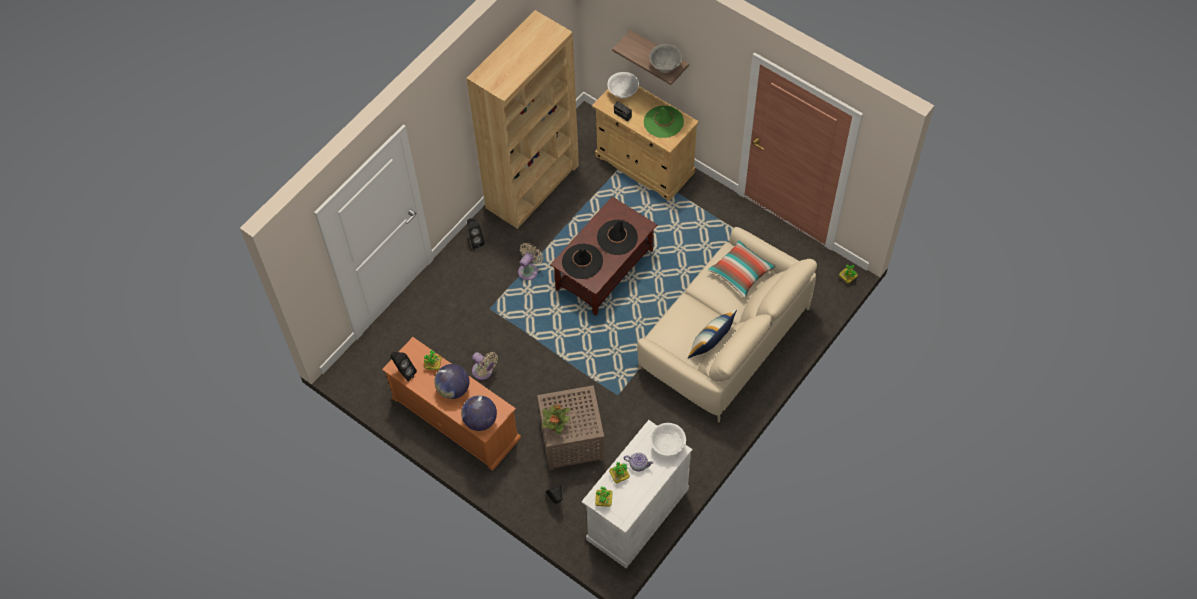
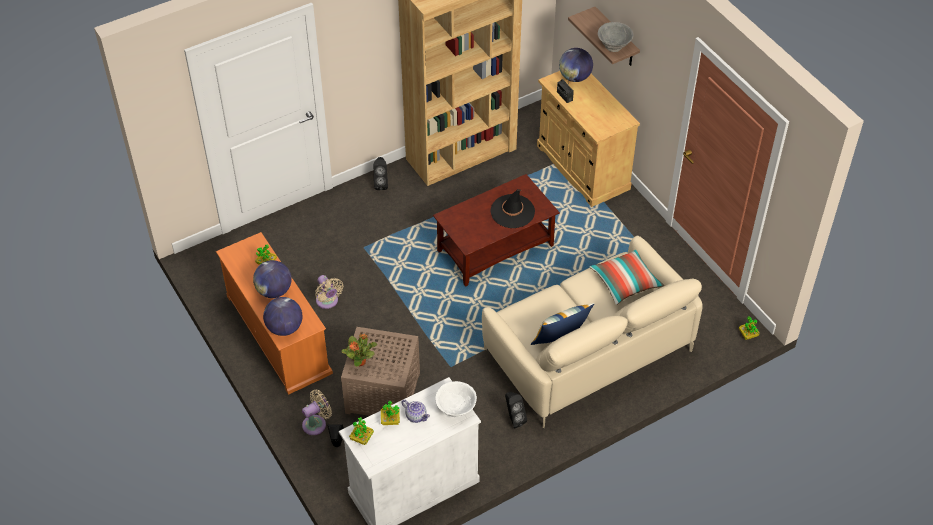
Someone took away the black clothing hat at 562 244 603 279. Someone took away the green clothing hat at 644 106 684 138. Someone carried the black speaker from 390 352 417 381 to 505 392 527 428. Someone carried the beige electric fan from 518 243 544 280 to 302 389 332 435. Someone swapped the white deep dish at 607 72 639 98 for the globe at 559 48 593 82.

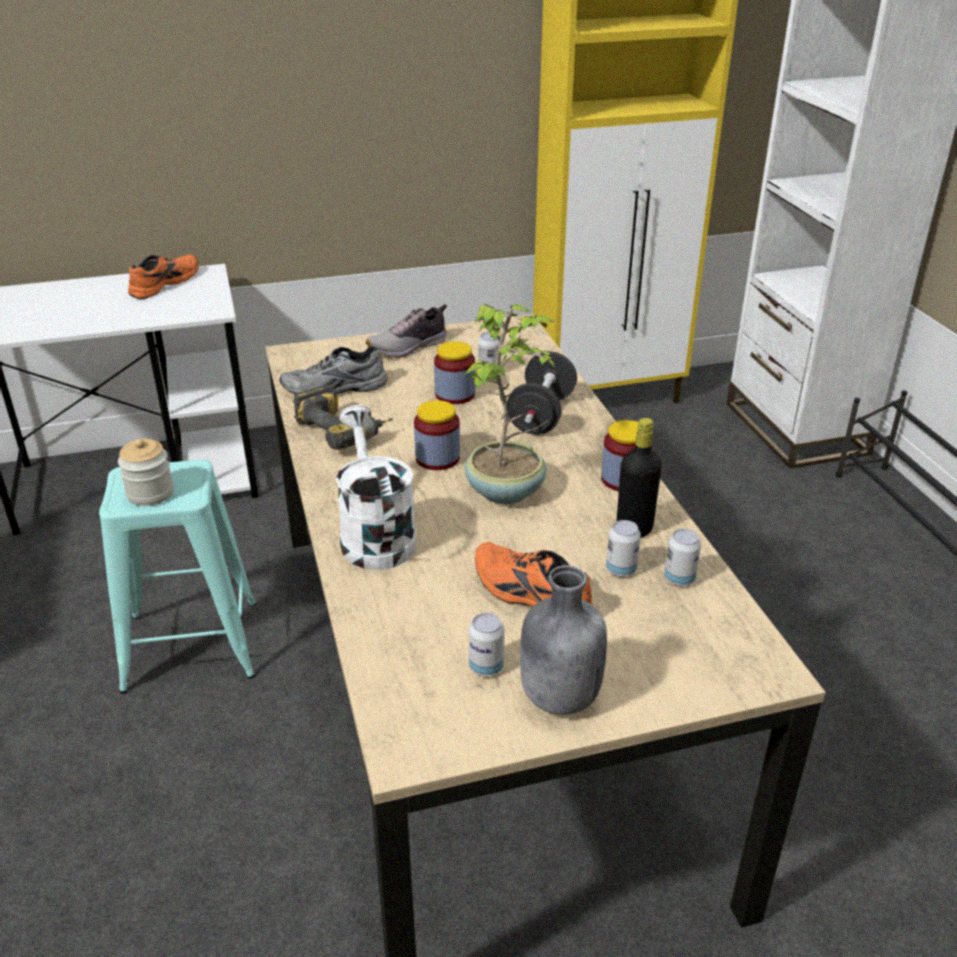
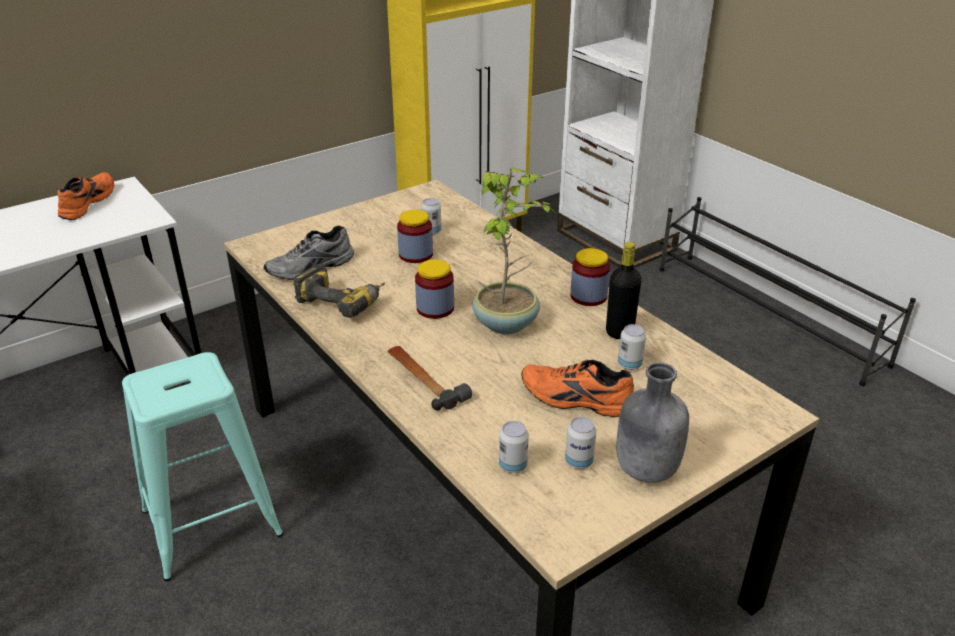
Someone took away the jar at 118 439 174 506. Someone took away the item of footwear at 366 304 447 358. Someone took away the black dumbbell at 507 351 577 435. Someone carried the metal can from 664 529 701 586 to 499 421 529 473. Someone swapped the white sprinkling can at 336 405 417 570 for the hammer at 388 346 472 411.

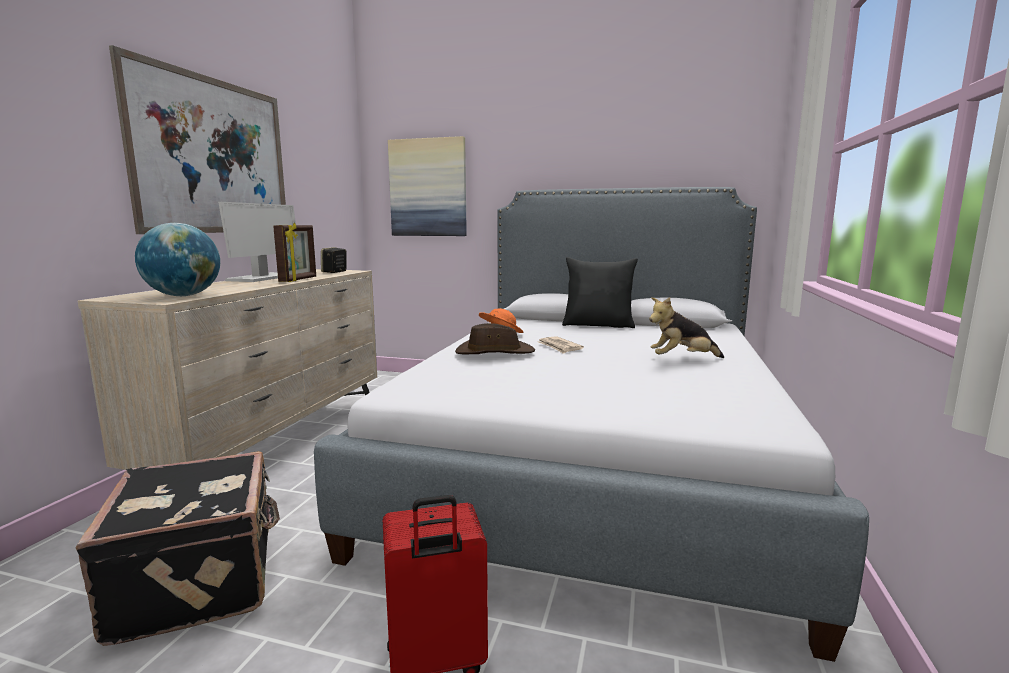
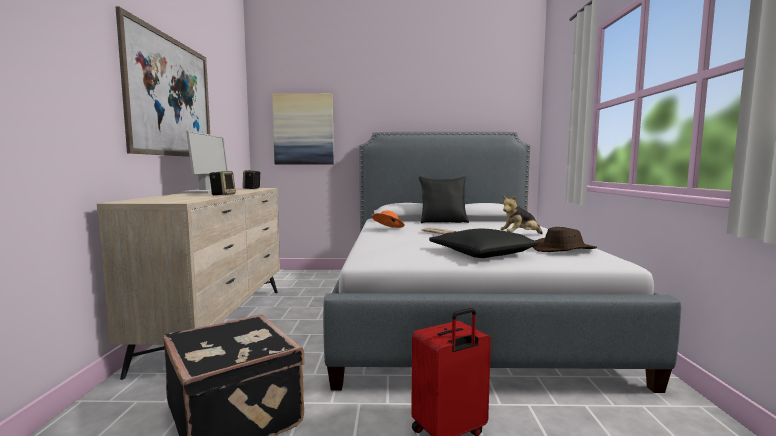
Someone took away the globe at 135 223 220 296. Someone took away the photo frame at 273 223 316 282. Someone put down the speaker at 209 171 236 195. Someone put down the black throw pillow at 429 229 538 258. Someone carried the brownish clothing hat from 455 323 535 354 to 533 227 597 252.

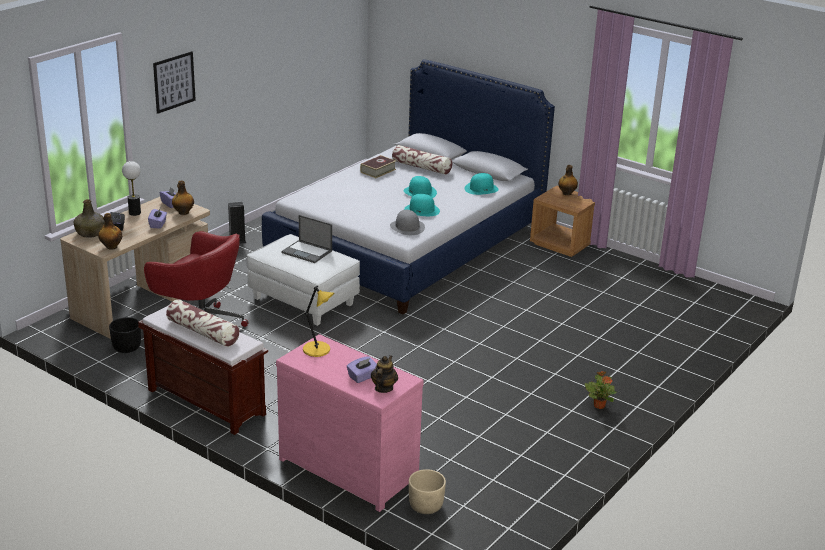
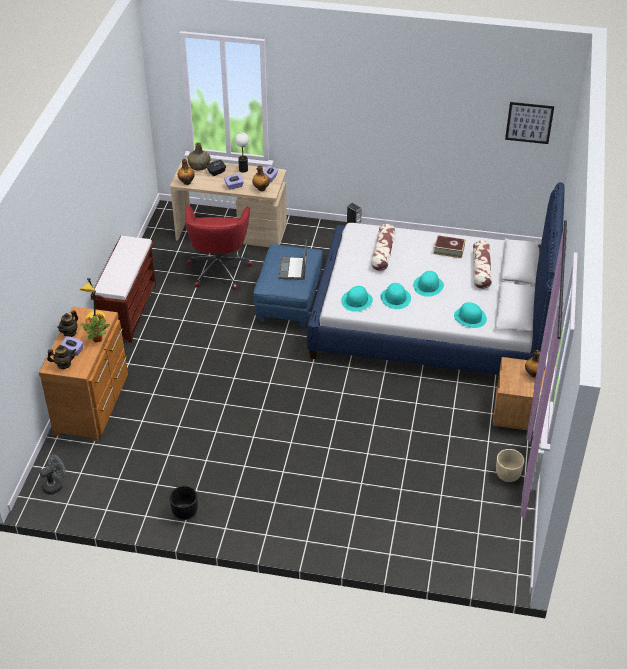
Someone put down the gray electric fan at 40 454 65 495. Someone put down the teapot at 57 310 78 337. Someone carried the black flower pot from 109 317 141 353 to 169 486 198 520. Someone carried the wall picture from 153 51 196 114 to 505 102 554 144. Someone carried the throw pillow from 166 299 239 347 to 371 224 396 271. Someone carried the beige flower pot from 409 469 446 514 to 496 449 524 482. Someone carried the plant in a pot from 585 371 617 409 to 80 314 110 342. Someone repainted the white pouffe at 247 234 360 326, which became the blue-coloured pouffe at 253 244 323 327. Someone repainted the pinkish drawer chest at 276 334 424 512, which became the brownish drawer chest at 39 307 128 441. Someone repainted the gray clothing hat at 390 210 425 235, which became the turquoise clothing hat at 341 286 373 312.

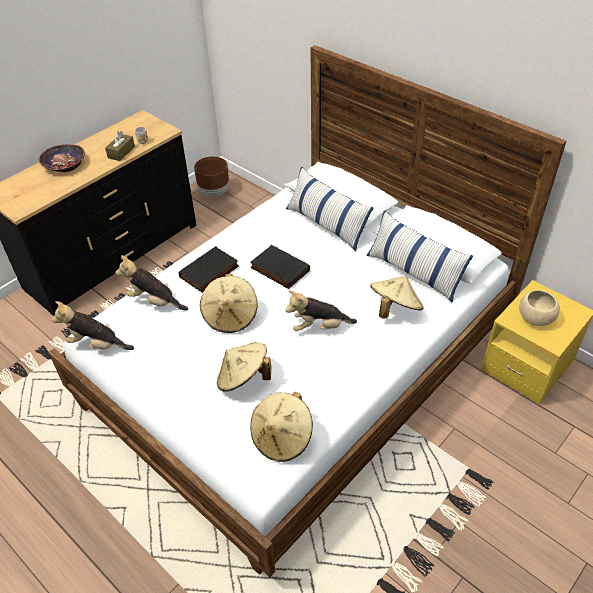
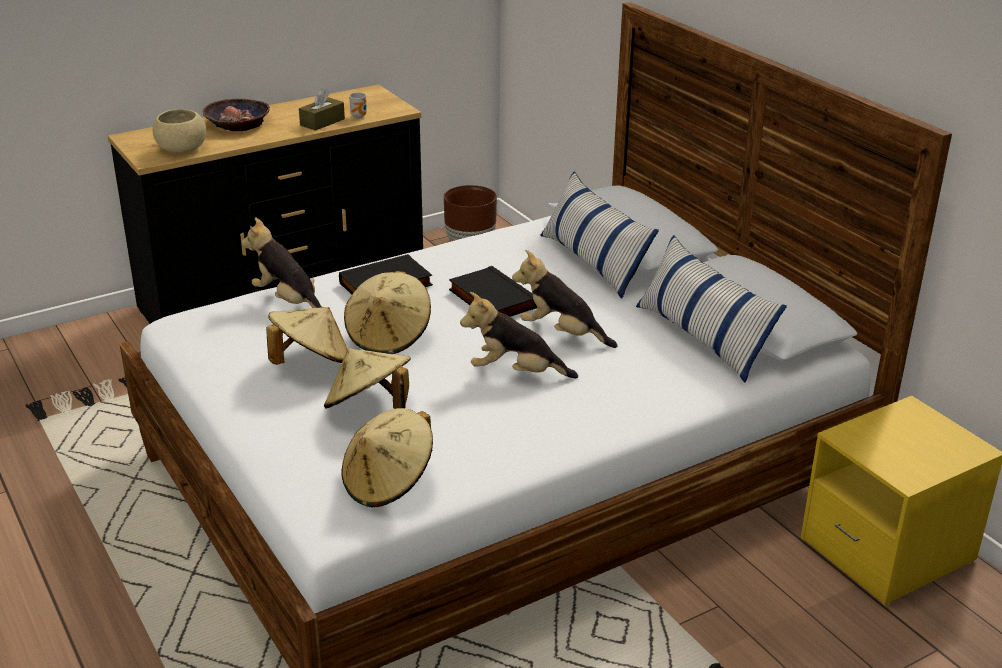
Someone carried the soft toy from 51 301 134 350 to 512 250 618 348. Someone carried the beige clothing hat from 370 276 424 319 to 266 307 348 365. Someone carried the beige deep dish from 519 290 560 326 to 153 109 206 153.

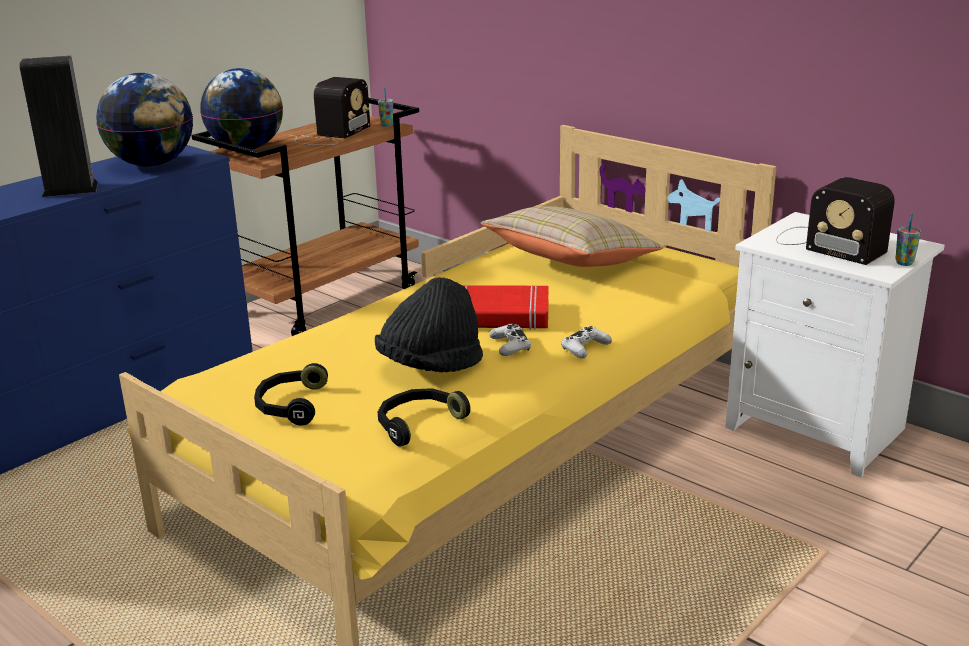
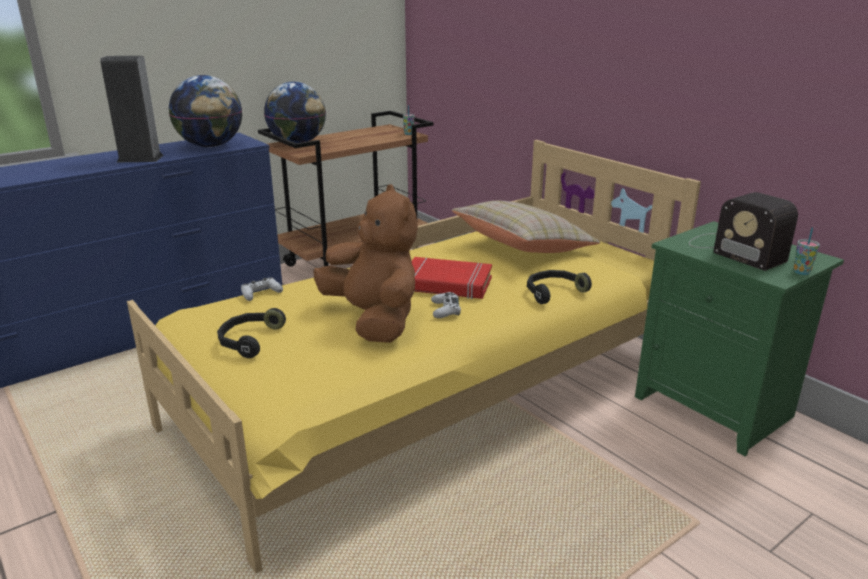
Someone took away the radio set at 290 77 370 145. Someone carried the black headphones from 378 388 471 447 to 527 270 592 304. Someone carried the white gamepad from 561 326 612 358 to 241 277 283 301. Someone swapped the black clothing hat at 375 277 483 372 for the brownish soft toy at 313 184 418 343. Someone repainted the white bedside table at 725 212 945 477, which became the green bedside table at 635 221 844 456.

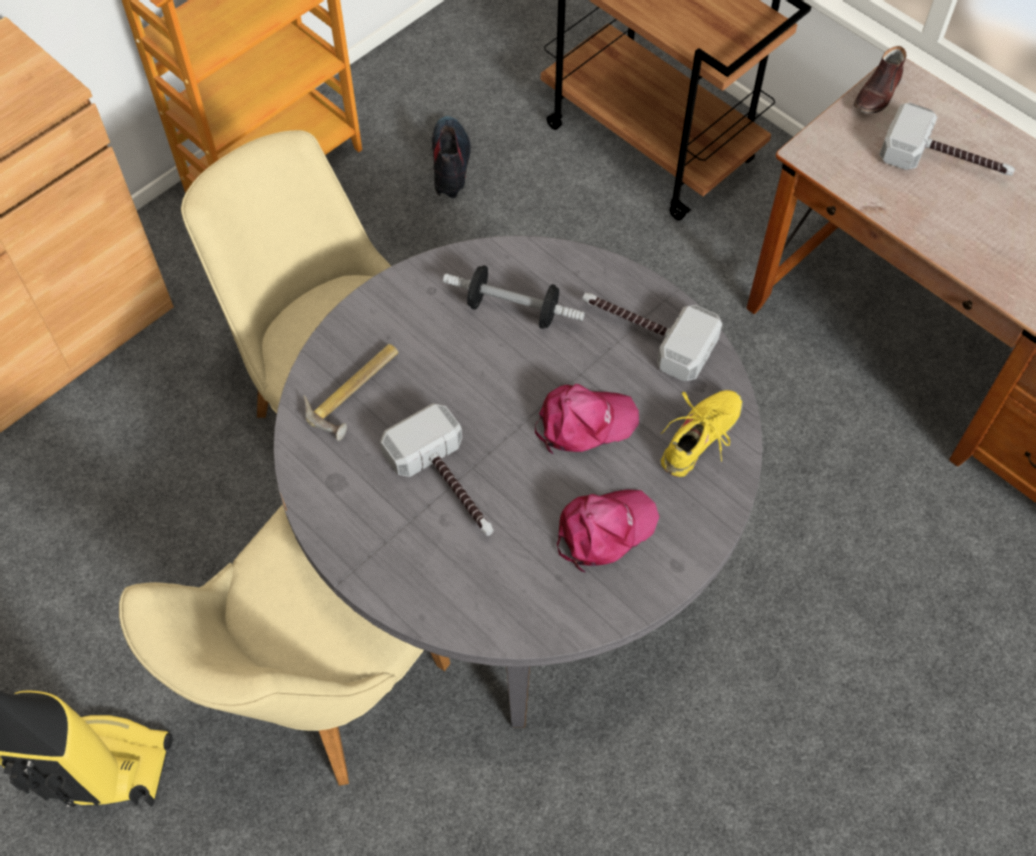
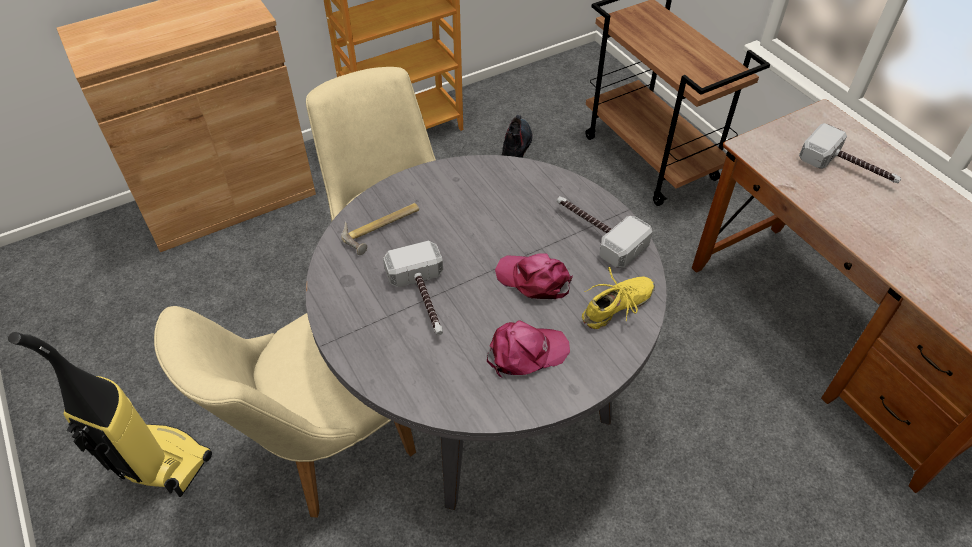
Someone took away the dumbbell at 443 265 585 329. Someone took away the brownish item of footwear at 854 46 906 113. Someone rotated the pinkish baseball cap at 535 384 639 455 by 150 degrees counterclockwise.

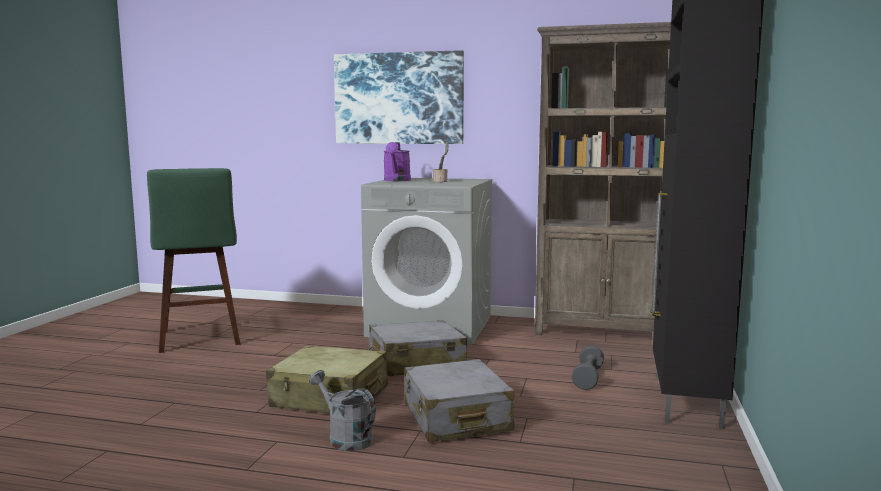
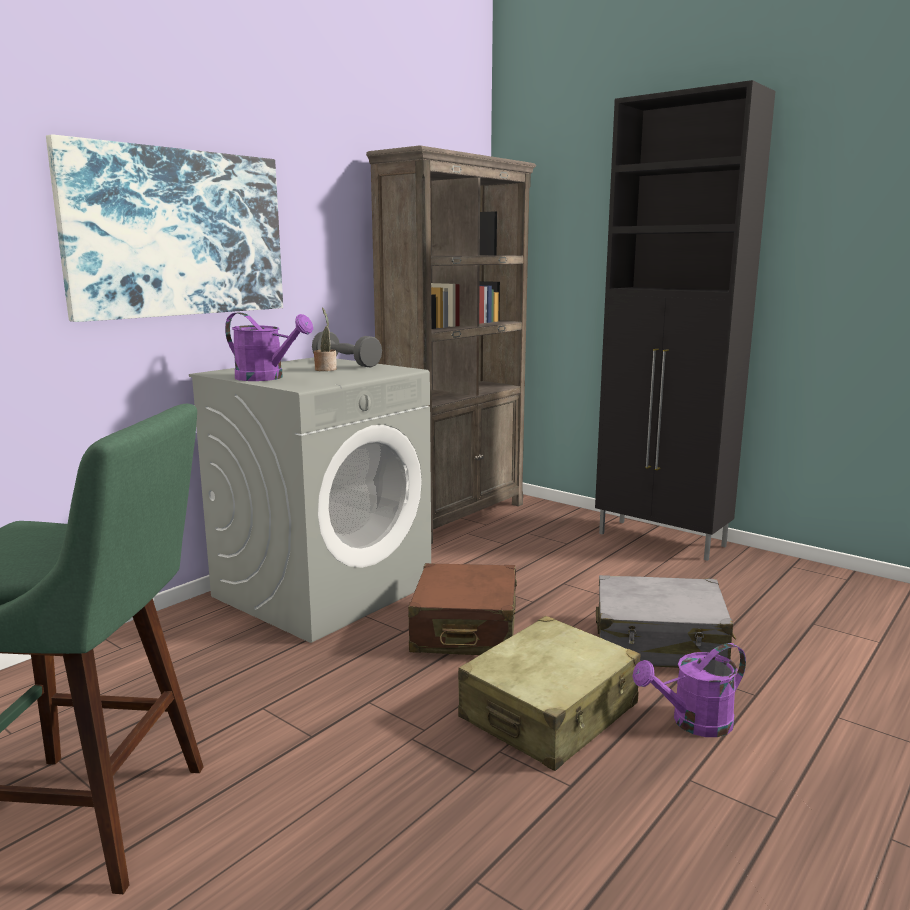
Someone carried the gray dumbbell from 572 345 604 390 to 312 331 382 368. Someone repainted the gray sprinkling can at 309 370 376 451, which became the purple-coloured sprinkling can at 632 643 746 737. Someone repainted the gray travel case at 369 320 467 376, which became the brownish travel case at 408 563 517 655.

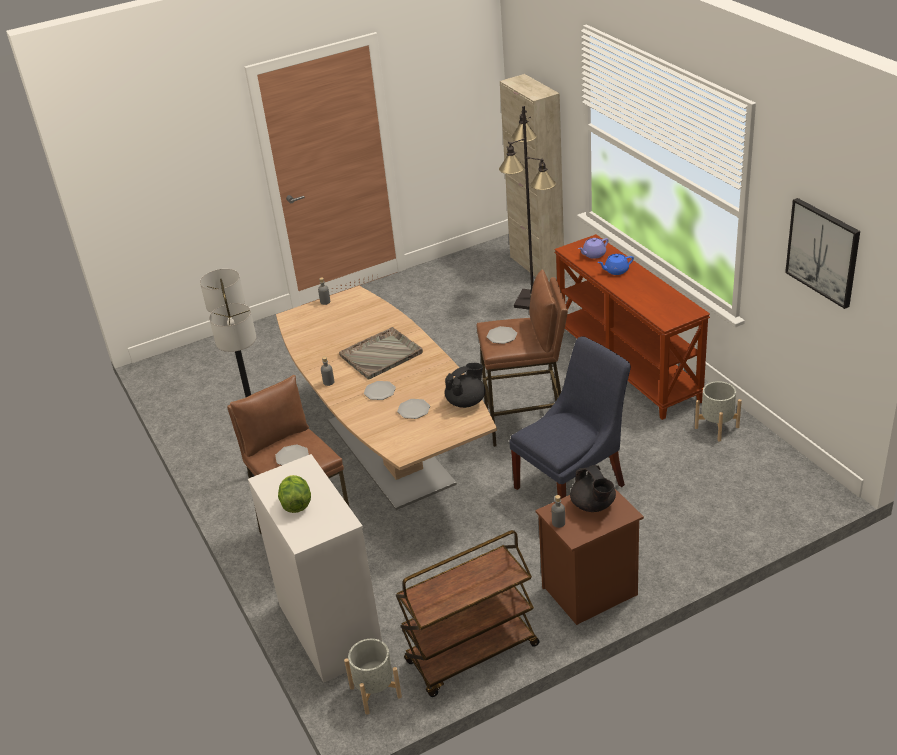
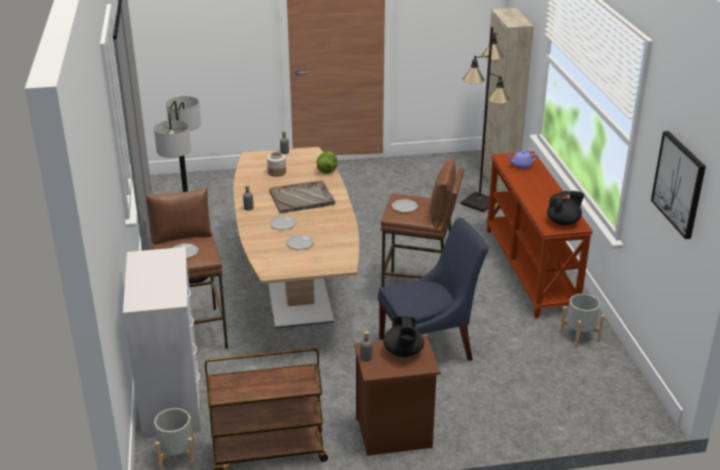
Someone took away the blue-coloured teapot at 598 254 634 275. Someone put down the jar at 267 152 286 177. Someone carried the head of lettuce from 278 475 311 513 to 317 151 338 174. Someone carried the black teapot from 445 363 485 408 to 547 191 585 226.

